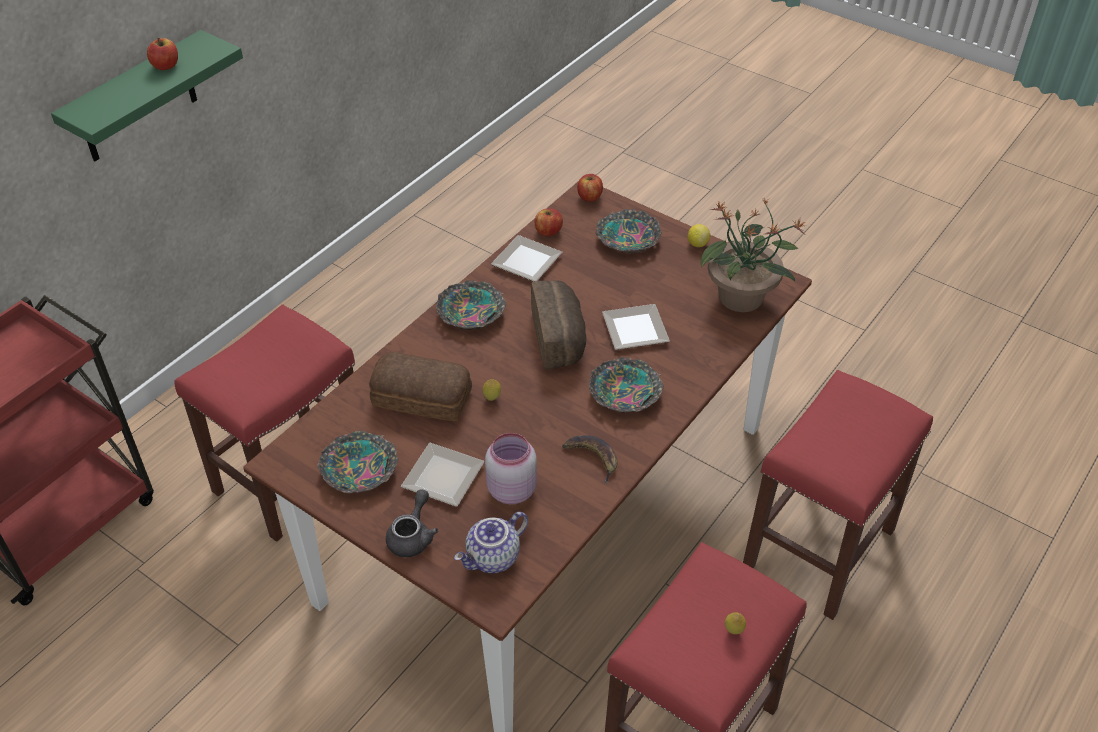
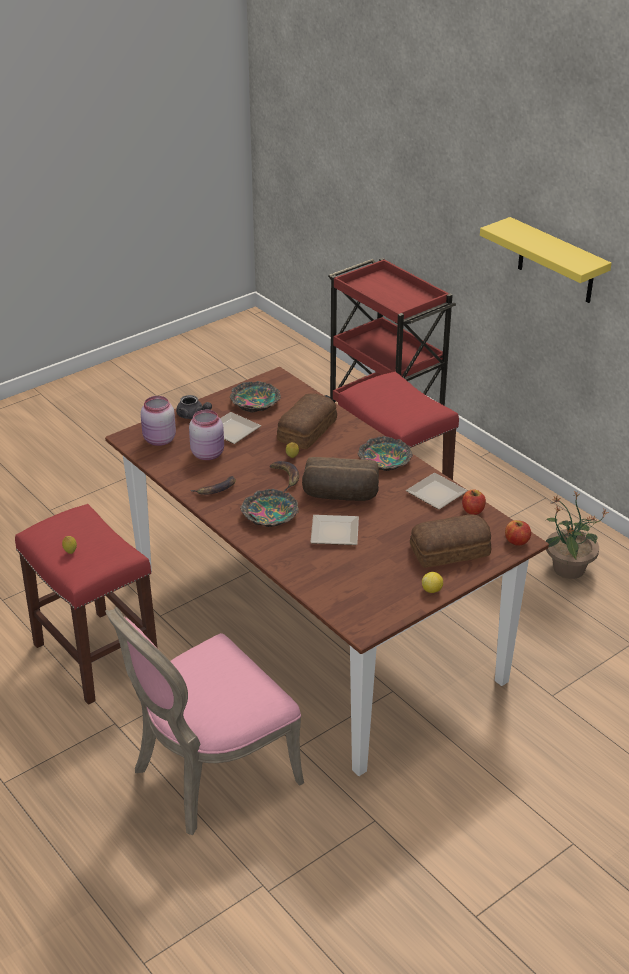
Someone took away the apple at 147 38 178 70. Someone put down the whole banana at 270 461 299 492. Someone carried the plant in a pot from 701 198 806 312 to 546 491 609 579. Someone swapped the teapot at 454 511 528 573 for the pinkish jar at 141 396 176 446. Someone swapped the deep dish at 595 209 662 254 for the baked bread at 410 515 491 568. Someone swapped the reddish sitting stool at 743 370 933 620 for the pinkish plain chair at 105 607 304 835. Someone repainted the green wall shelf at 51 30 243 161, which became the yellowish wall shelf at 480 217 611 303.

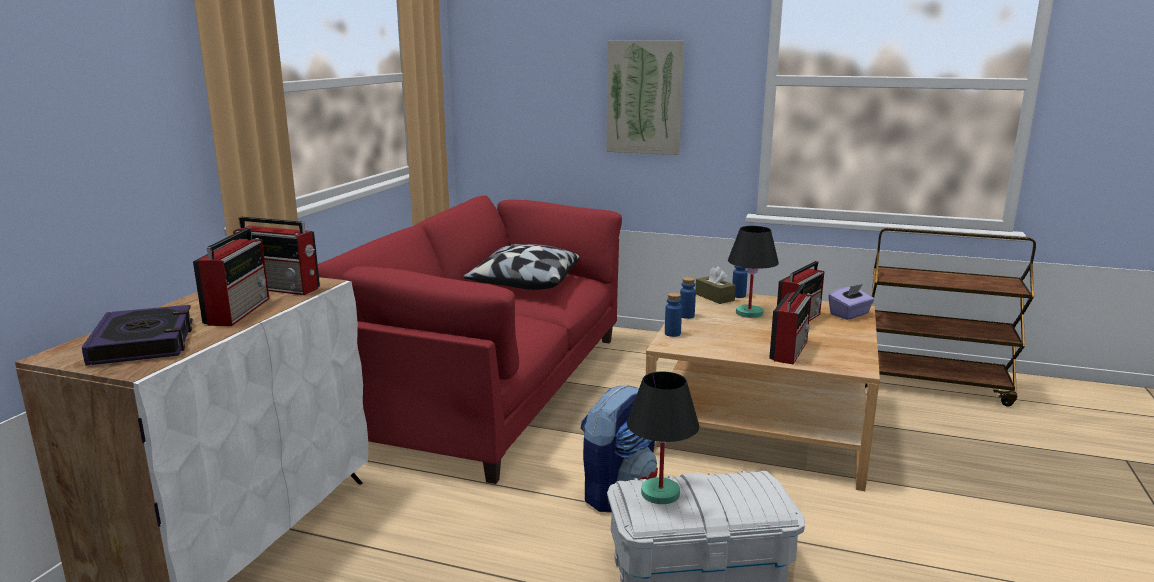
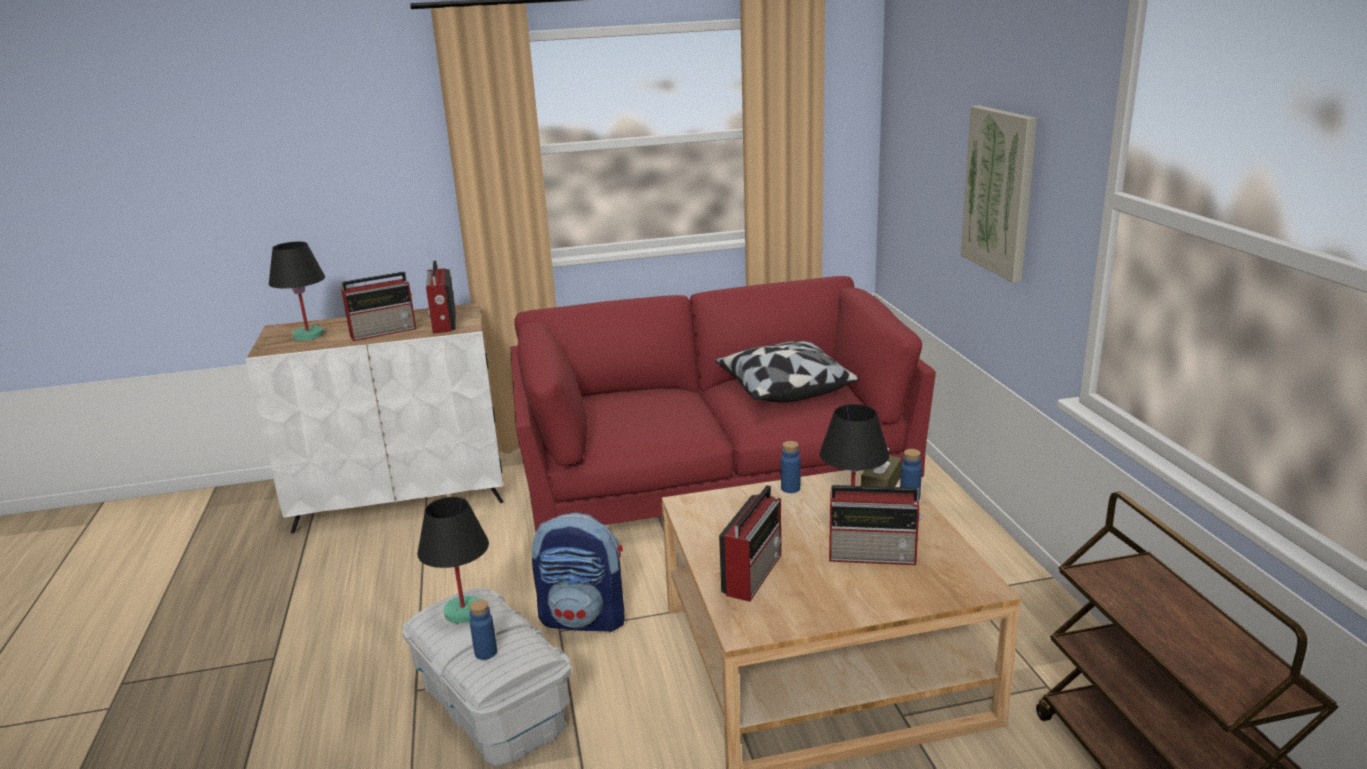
Someone took away the purple-coloured tissue holder at 828 284 874 320. Someone carried the blue-coloured beverage bottle from 665 292 682 337 to 469 599 497 660. Someone swapped the bound book at 82 305 193 366 for the black lamp for a table at 269 242 325 341. Someone rotated the radio set at 769 284 812 365 by 60 degrees counterclockwise.

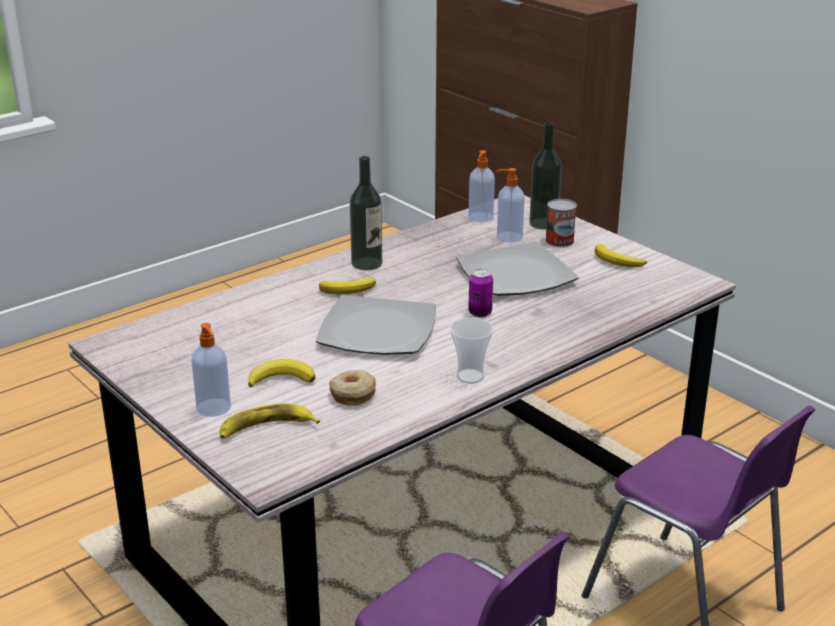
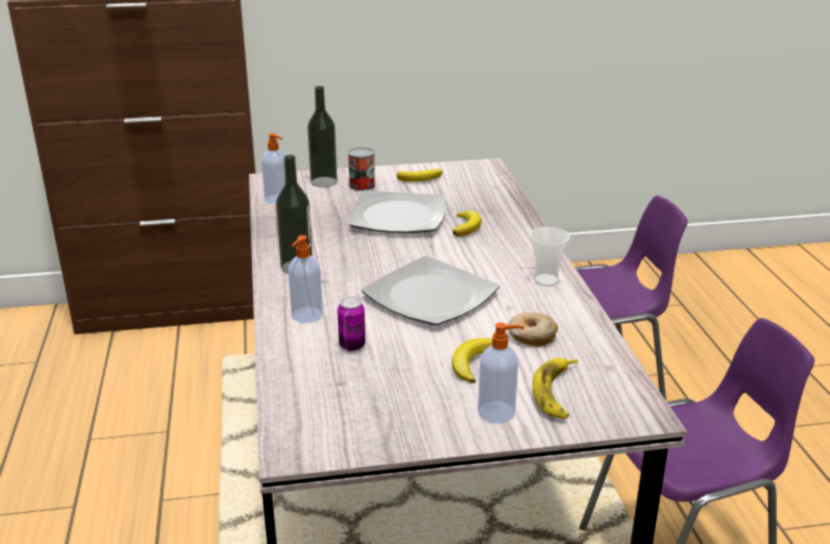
Someone carried the whole banana from 319 277 376 295 to 453 211 482 236. Someone carried the metal can from 468 269 493 317 to 337 297 365 351. Someone carried the liquid soap bottle from 497 168 525 242 to 288 235 323 323.

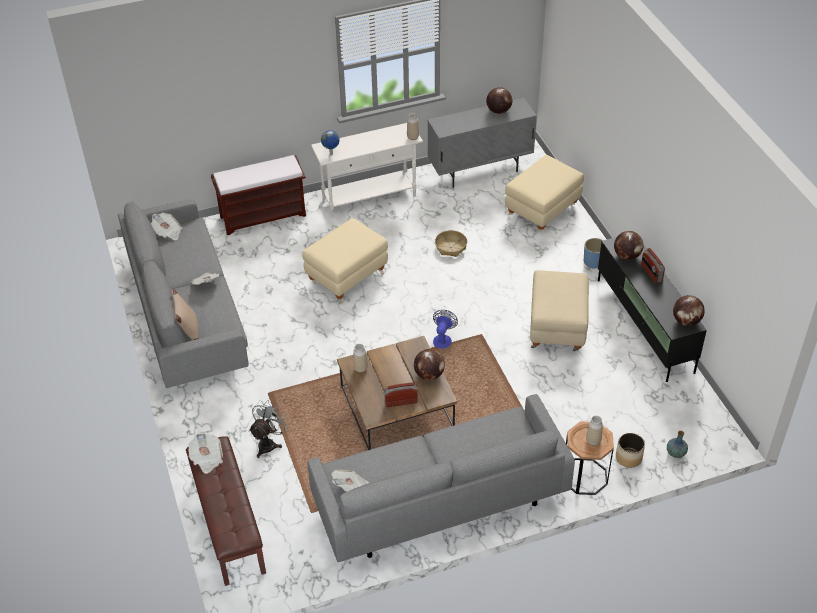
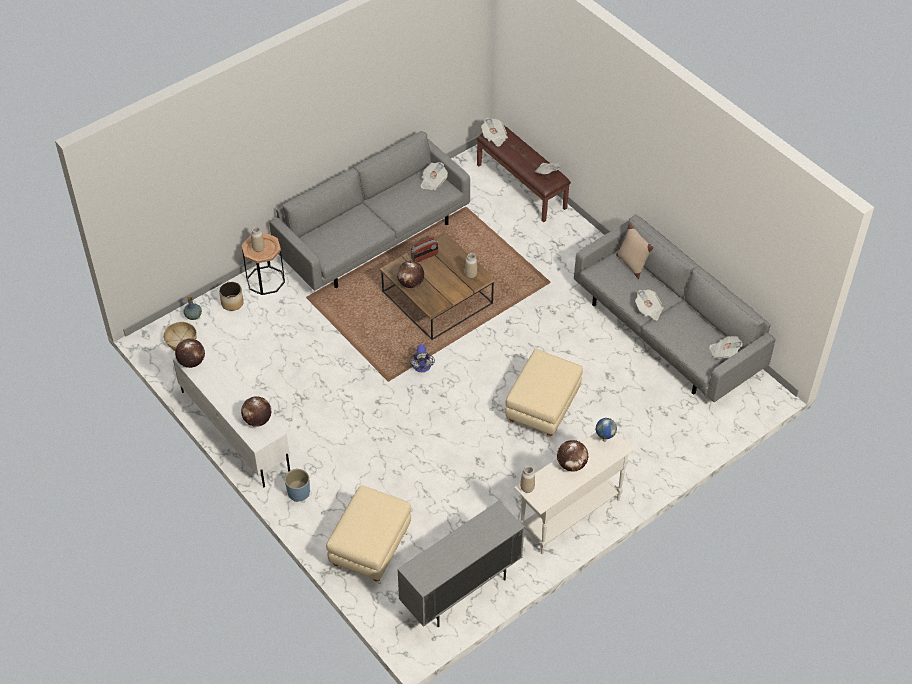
Someone took away the brownish bench at 211 155 306 235. Someone took away the gray electric fan at 249 400 289 458. Someone took away the beige pouffe at 530 270 589 351. Someone took away the radio set at 641 248 665 283. Someone put down the newspaper at 481 118 508 147. Someone carried the basket from 435 230 467 257 to 163 322 197 351. Someone carried the globe from 486 87 512 114 to 557 440 588 472. Someone repainted the black media console at 598 237 707 382, which became the white media console at 173 341 290 487.

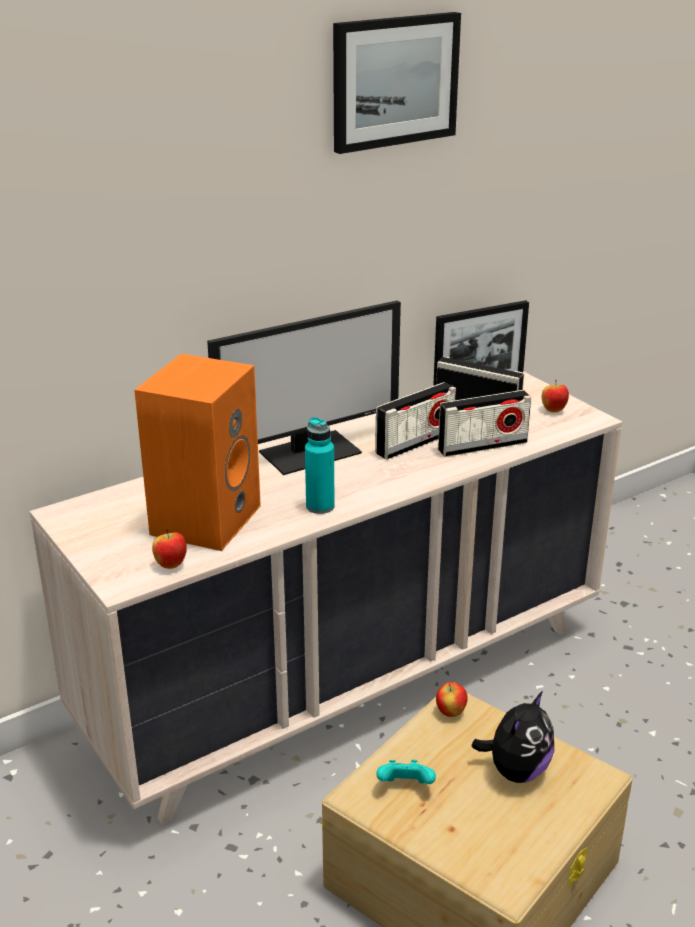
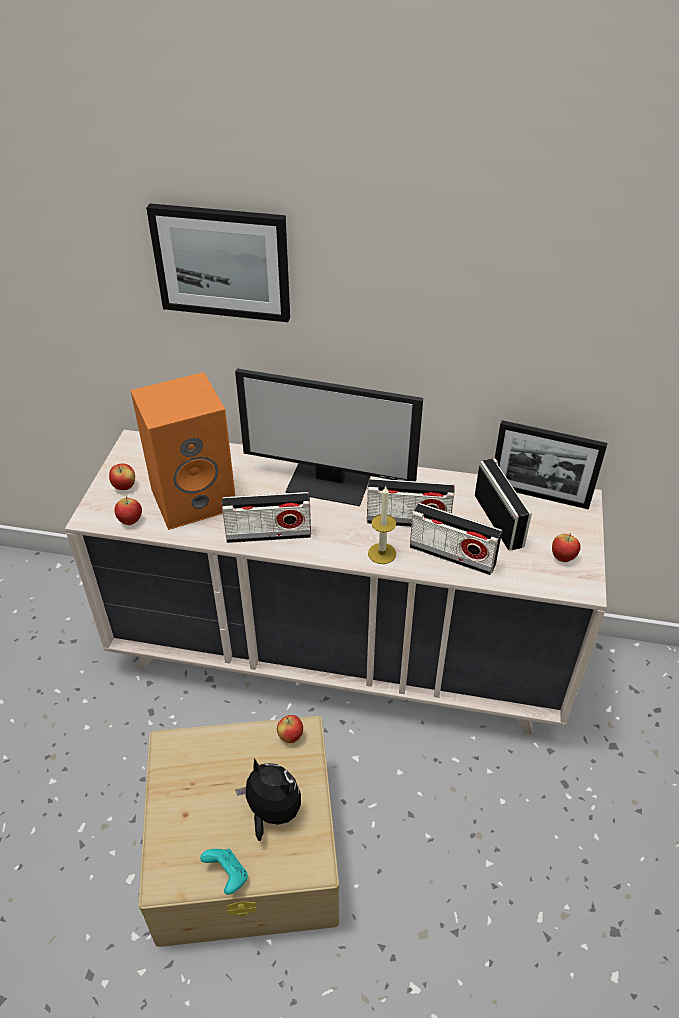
Someone put down the apple at 109 463 135 490. Someone put down the wax light at 368 486 396 564. Someone carried the wall picture from 333 12 461 154 to 146 204 290 322. Someone carried the turquoise gamepad from 377 760 436 784 to 200 849 248 895. Someone swapped the turquoise beverage bottle at 305 417 335 514 for the radio set at 222 492 311 543. Someone rotated the soft toy at 471 691 554 783 by 135 degrees counterclockwise.

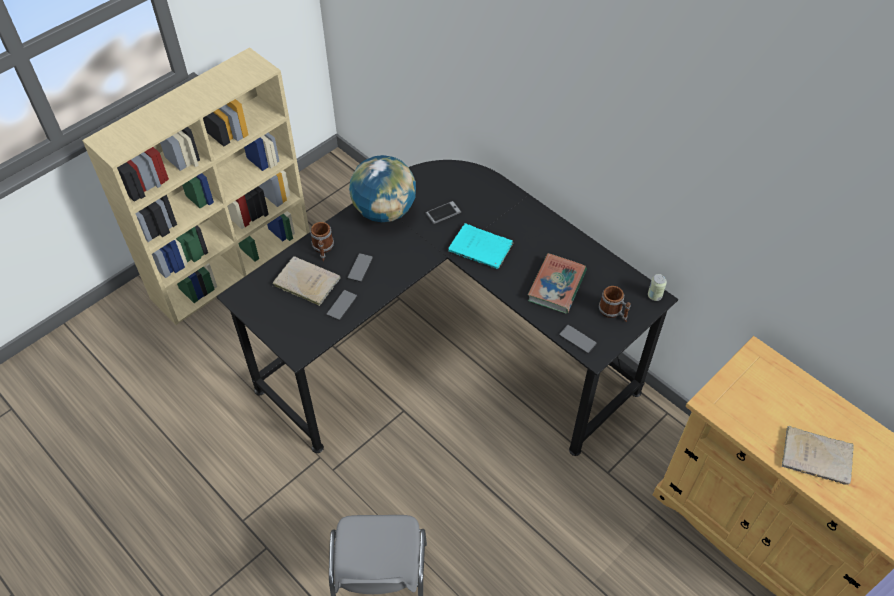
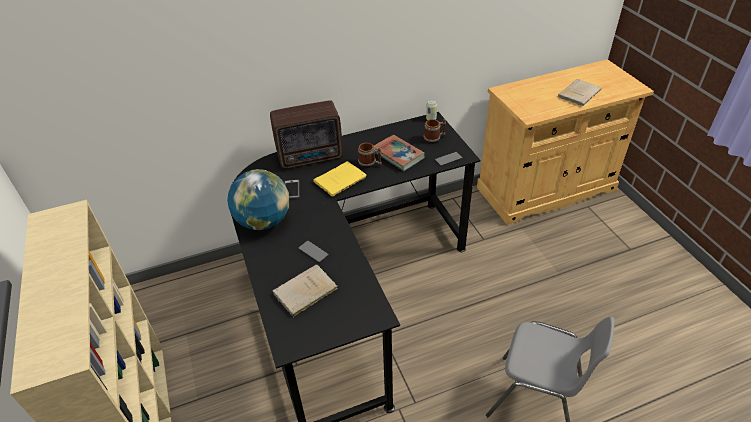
Someone took away the handset at 326 290 357 321. Someone put down the radio set at 270 100 343 169. Someone carried the coffee mug from 310 222 334 261 to 358 143 382 168. Someone repainted the turquoise bound book at 449 223 513 269, which became the yellowish bound book at 313 161 366 197.

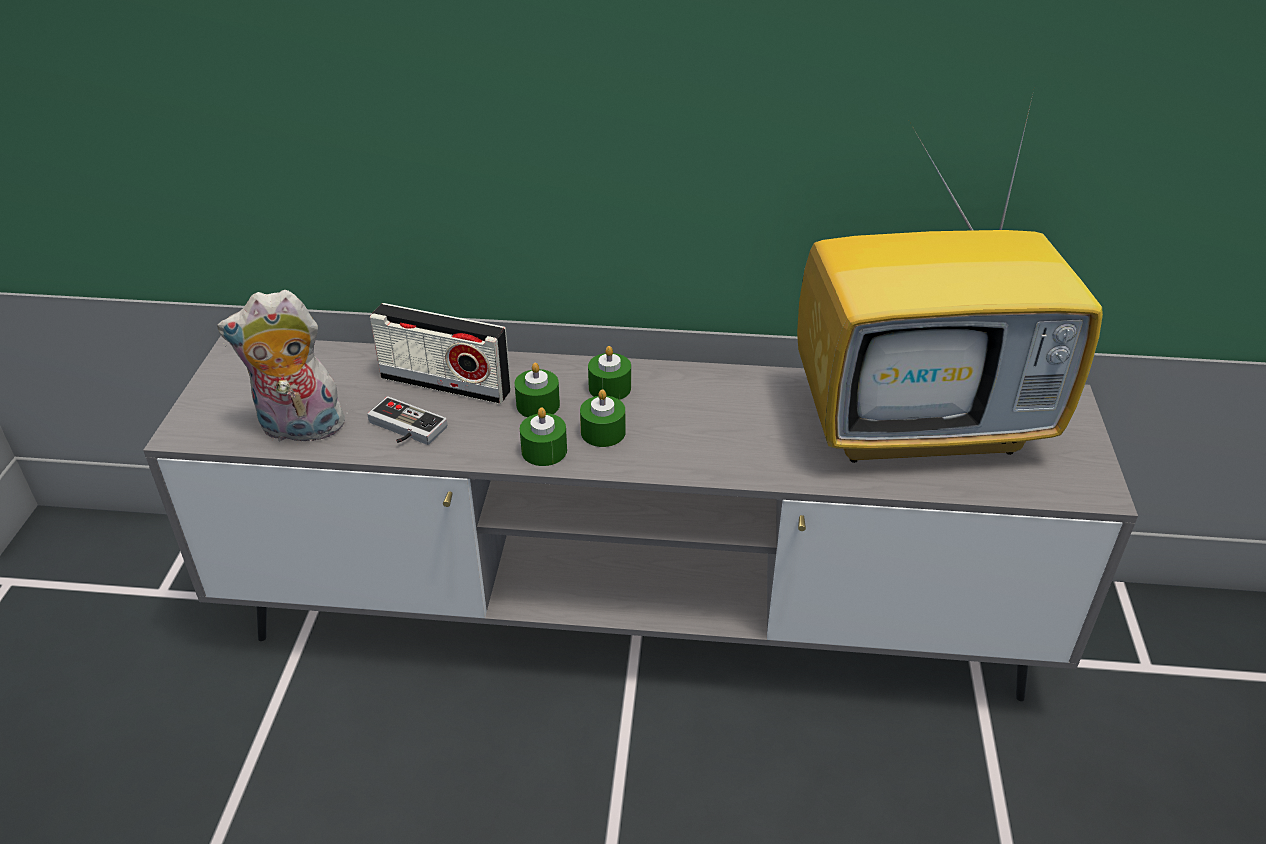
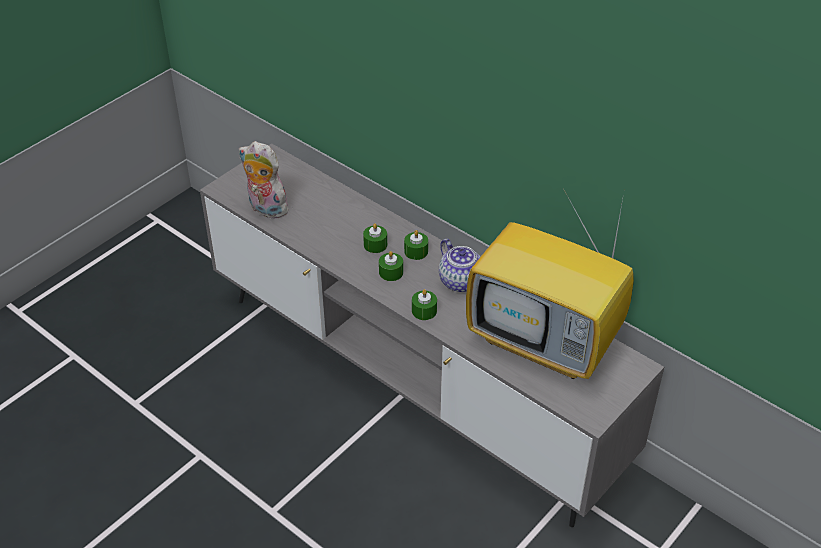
Someone took away the gamepad at 367 396 448 445. Someone took away the radio set at 370 303 511 404. Someone put down the teapot at 439 239 480 292. Someone carried the green wax light from 520 407 567 466 to 412 289 437 320.

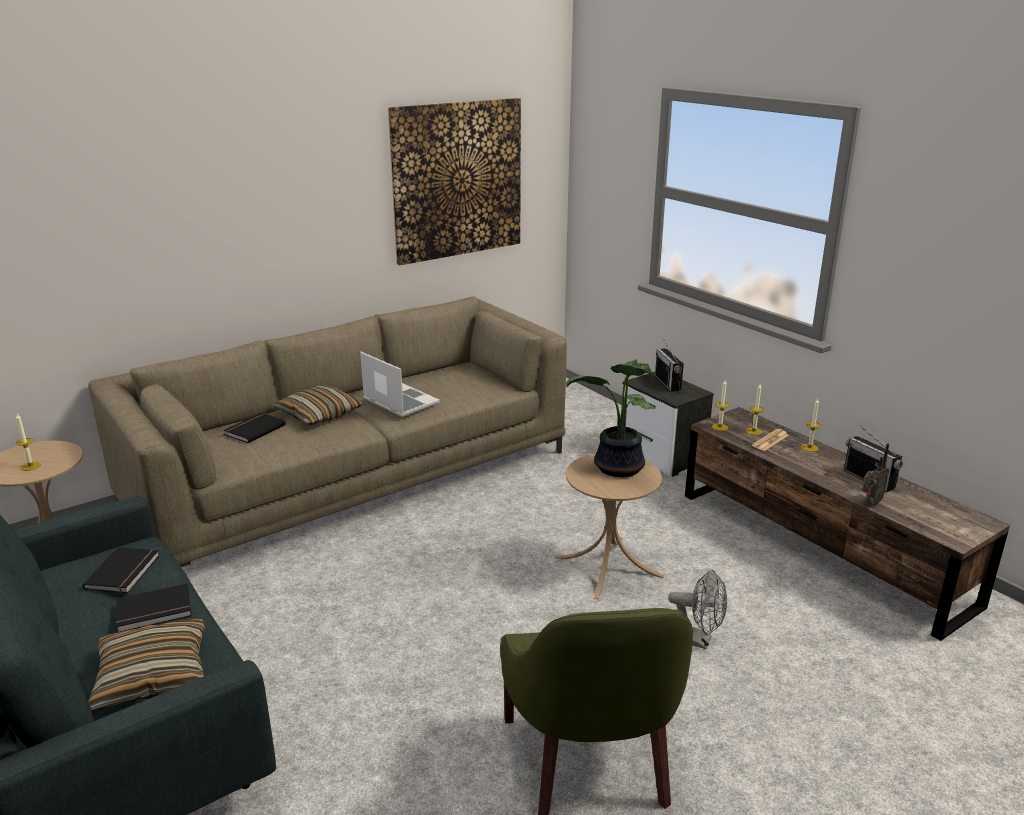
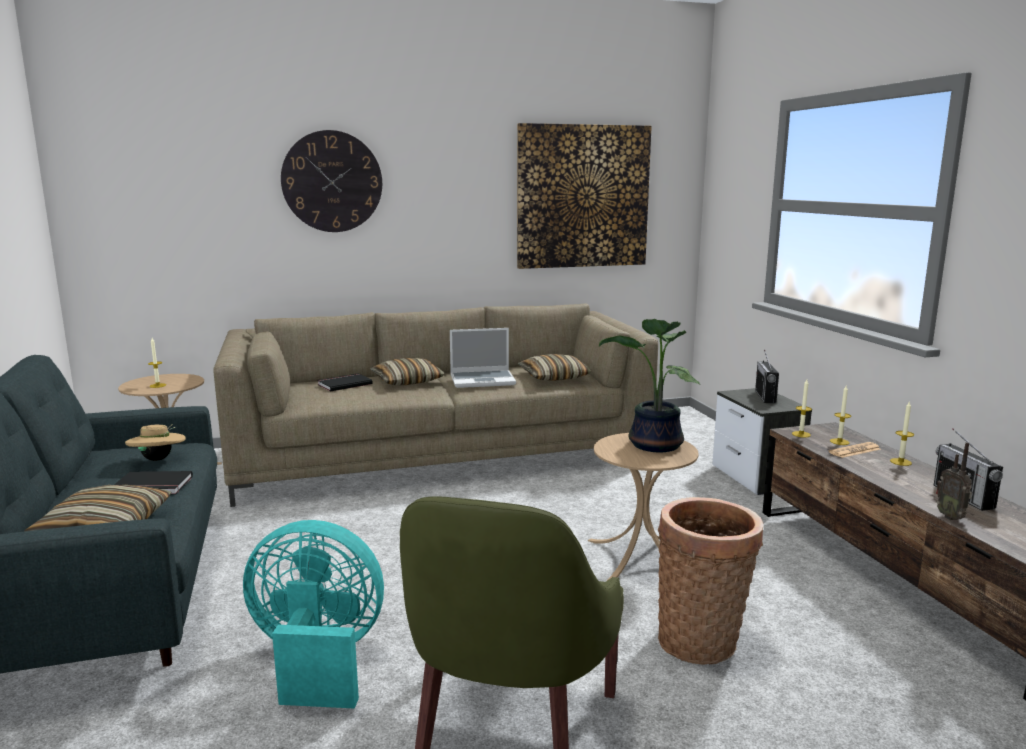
Someone put down the turquoise electric fan at 243 520 384 709. Someone put up the clock on the wall at 281 130 382 232. Someone put down the throw pillow at 518 354 592 381. Someone swapped the black bound book at 83 547 159 593 for the beige clothing hat at 125 424 186 461. Someone swapped the gray electric fan at 668 570 727 649 for the basket at 658 497 763 665. Someone rotated the laptop at 360 352 440 417 by 105 degrees clockwise. Someone rotated the radio set at 862 443 889 506 by 90 degrees clockwise.

